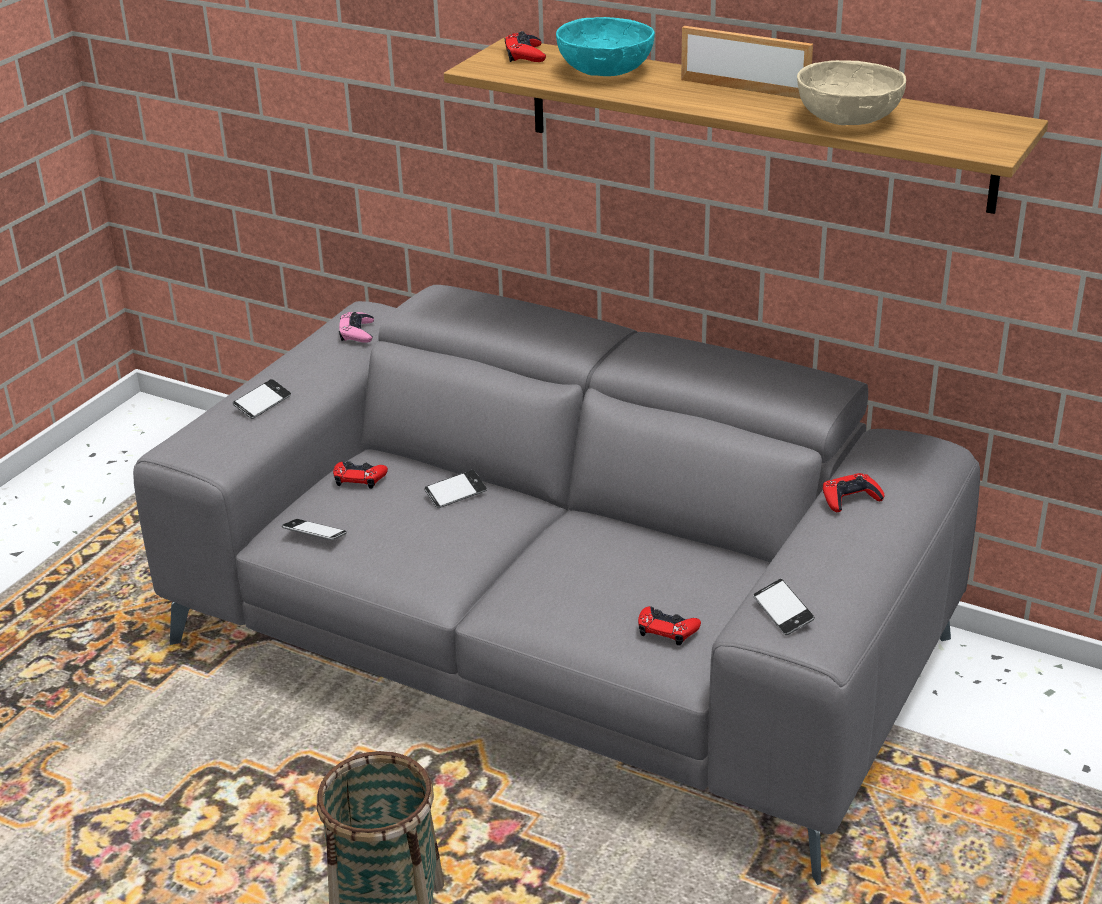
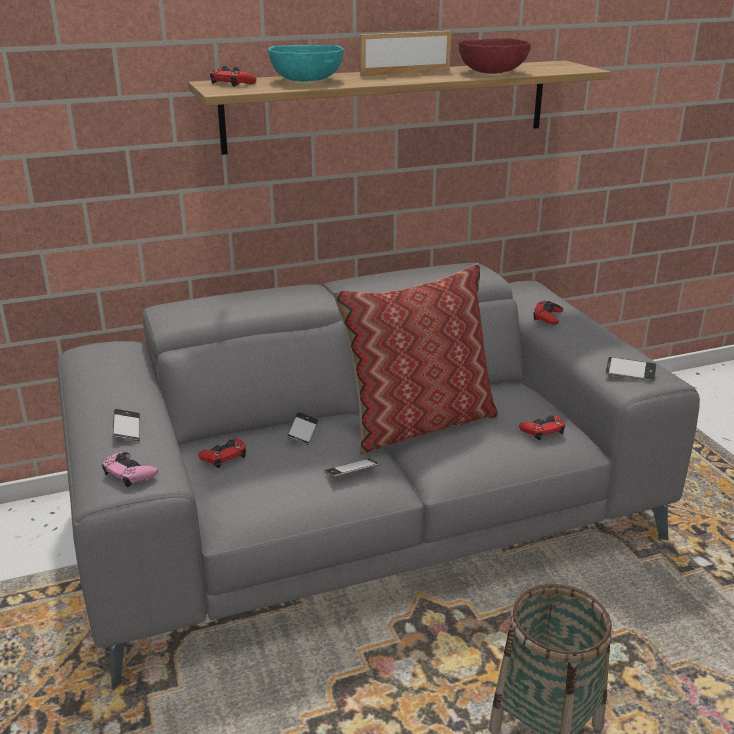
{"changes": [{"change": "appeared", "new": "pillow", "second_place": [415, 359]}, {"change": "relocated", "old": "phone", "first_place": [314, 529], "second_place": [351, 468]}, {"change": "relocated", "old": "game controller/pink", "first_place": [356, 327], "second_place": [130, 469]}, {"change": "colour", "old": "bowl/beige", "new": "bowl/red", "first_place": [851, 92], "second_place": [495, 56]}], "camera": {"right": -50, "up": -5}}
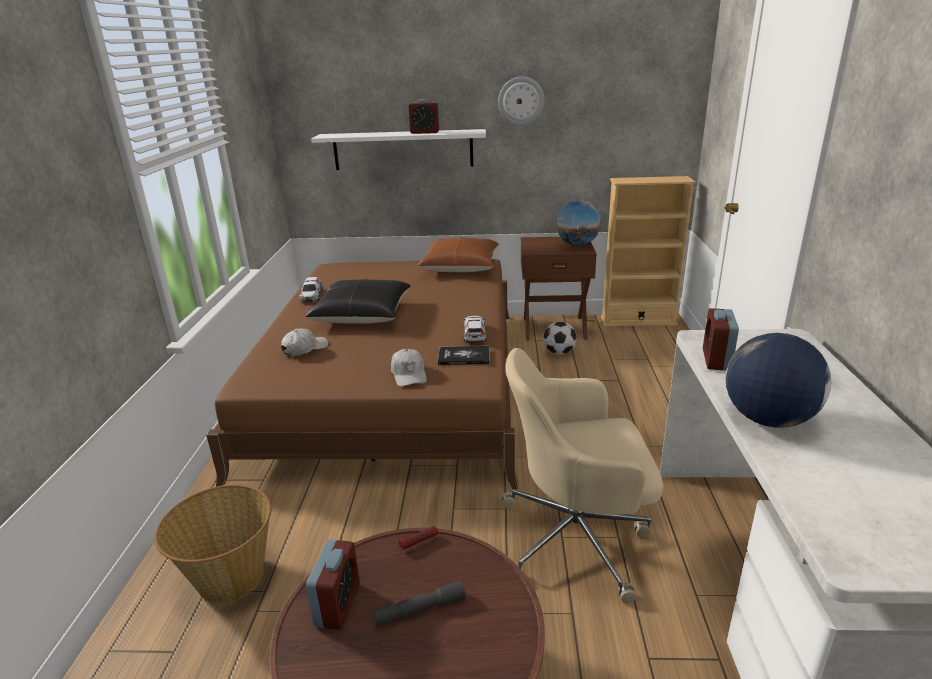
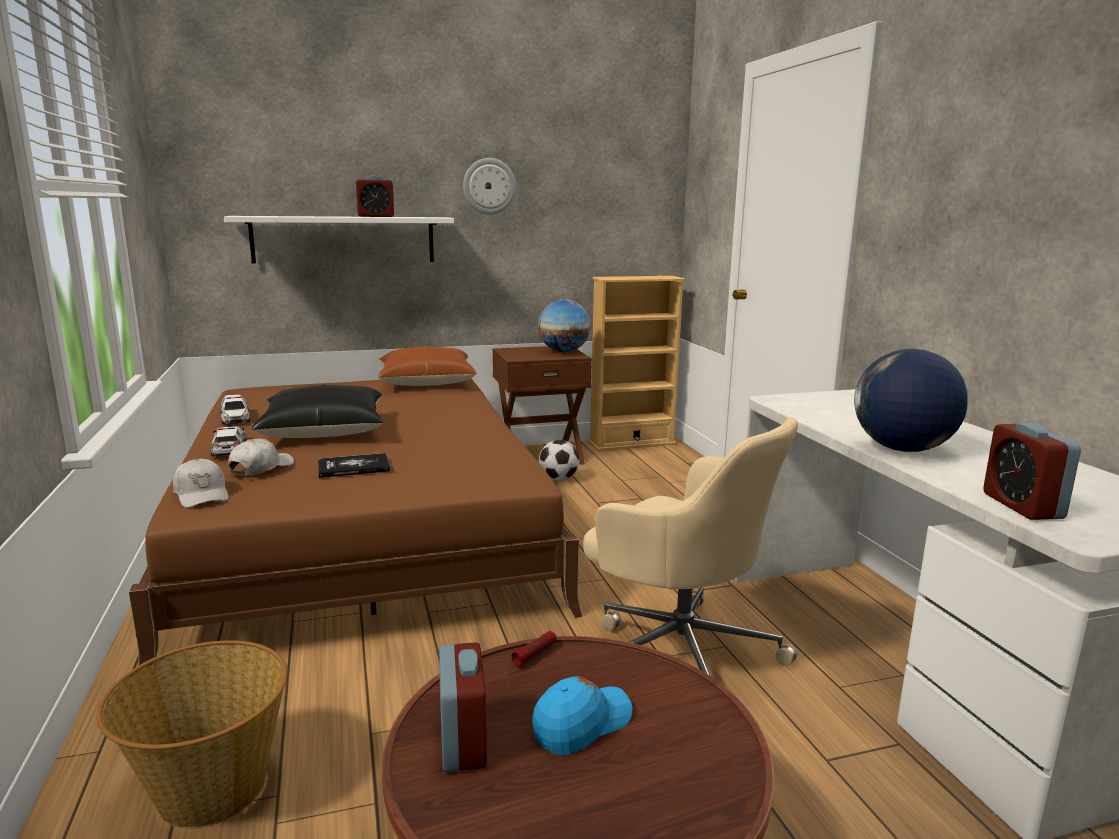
{"changes": [{"change": "relocated", "old": "cap/white", "first_place": [409, 368], "second_place": [201, 483]}, {"change": "relocated", "old": "book", "first_place": [463, 355], "second_place": [354, 465]}, {"change": "relocated", "old": "toy car", "first_place": [475, 329], "second_place": [228, 441]}, {"change": "relocated", "old": "alarm clock", "first_place": [721, 339], "second_place": [1032, 471]}, {"change": "exchanged", "old": "flashlight/grey", "new": "cap/blue", "first_place": [419, 603], "second_place": [582, 715]}, {"change": "spun", "old": "office chair/beige", "first_place": [582, 475], "second_place": [690, 546], "degrees": -120}], "camera": {"right": -20, "up": -10}}
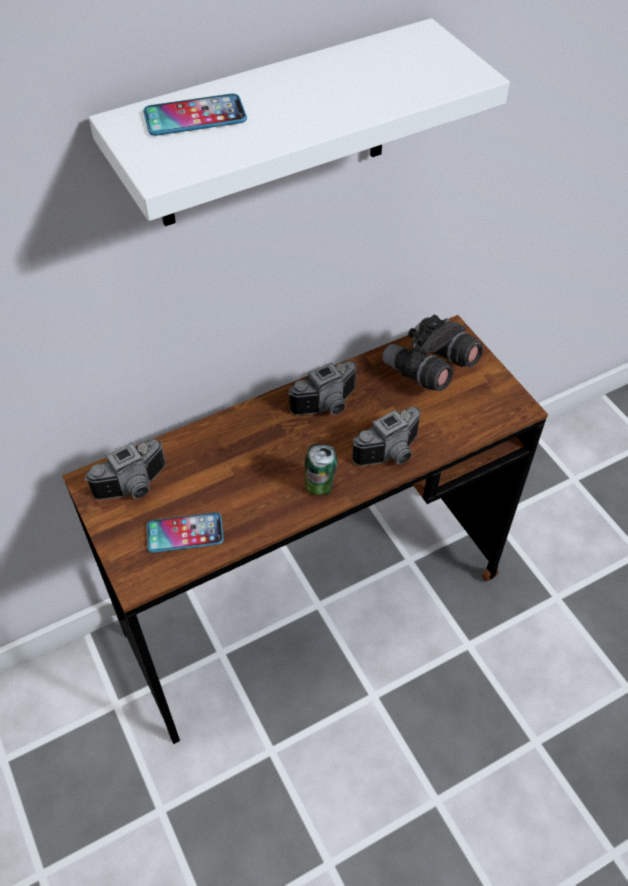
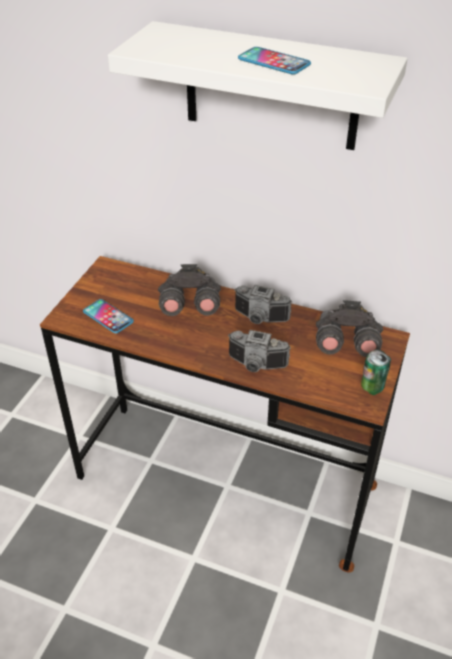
{"changes": [{"change": "missing", "old": "photo camera", "first_place": [125, 469]}, {"change": "appeared", "new": "binoculars/grey", "second_place": [189, 290]}, {"change": "relocated", "old": "phone", "first_place": [195, 115], "second_place": [274, 61]}, {"change": "relocated", "old": "can", "first_place": [321, 469], "second_place": [376, 372]}], "camera": {"right": 50, "up": -10}}
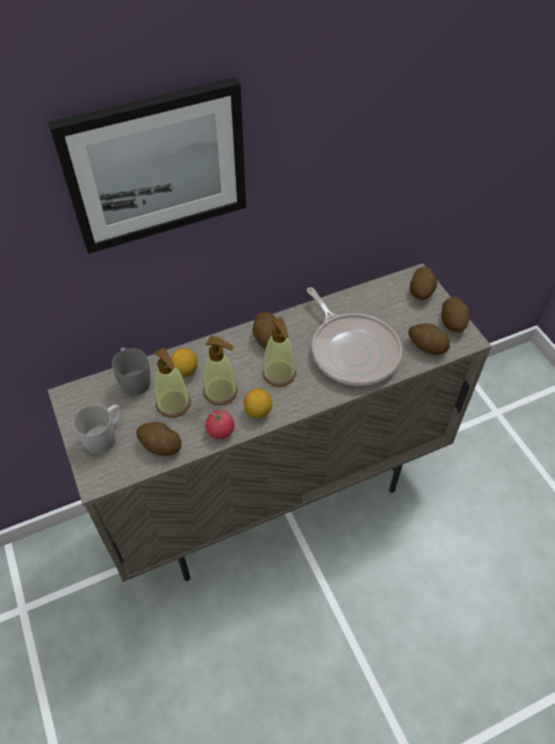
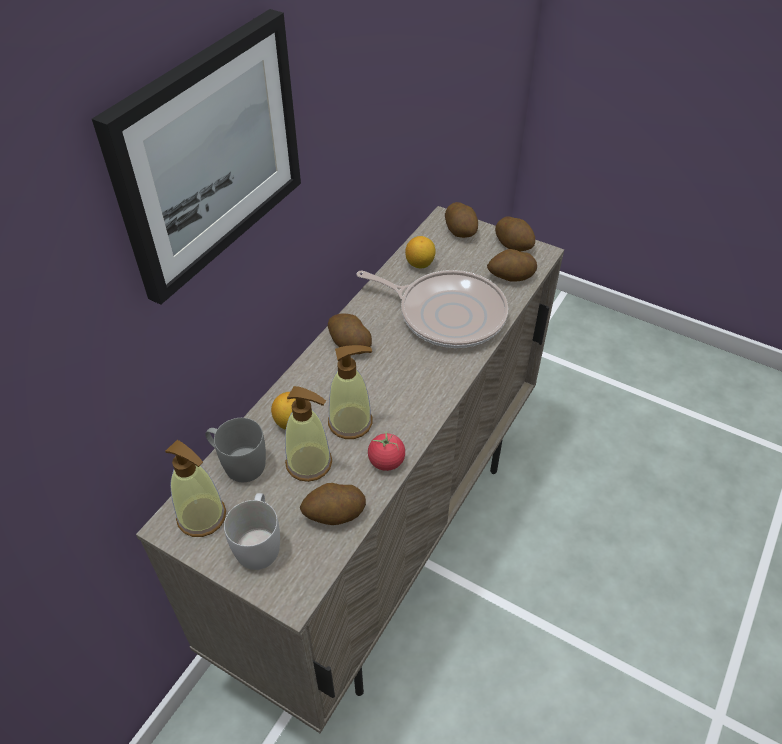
{"changes": [{"change": "relocated", "old": "lemon", "first_place": [258, 404], "second_place": [420, 252]}, {"change": "relocated", "old": "soap dispenser", "first_place": [279, 352], "second_place": [195, 488]}], "camera": {"right": -35, "up": -5}}
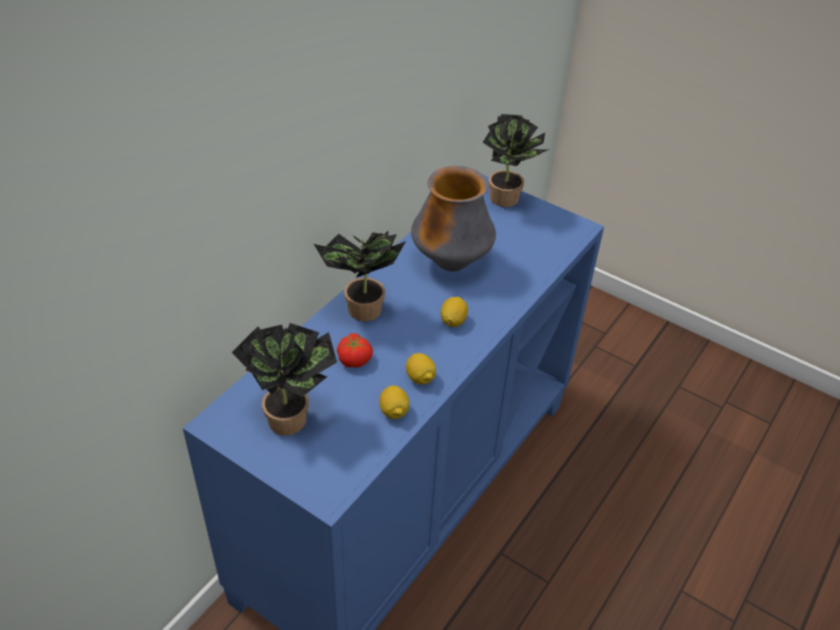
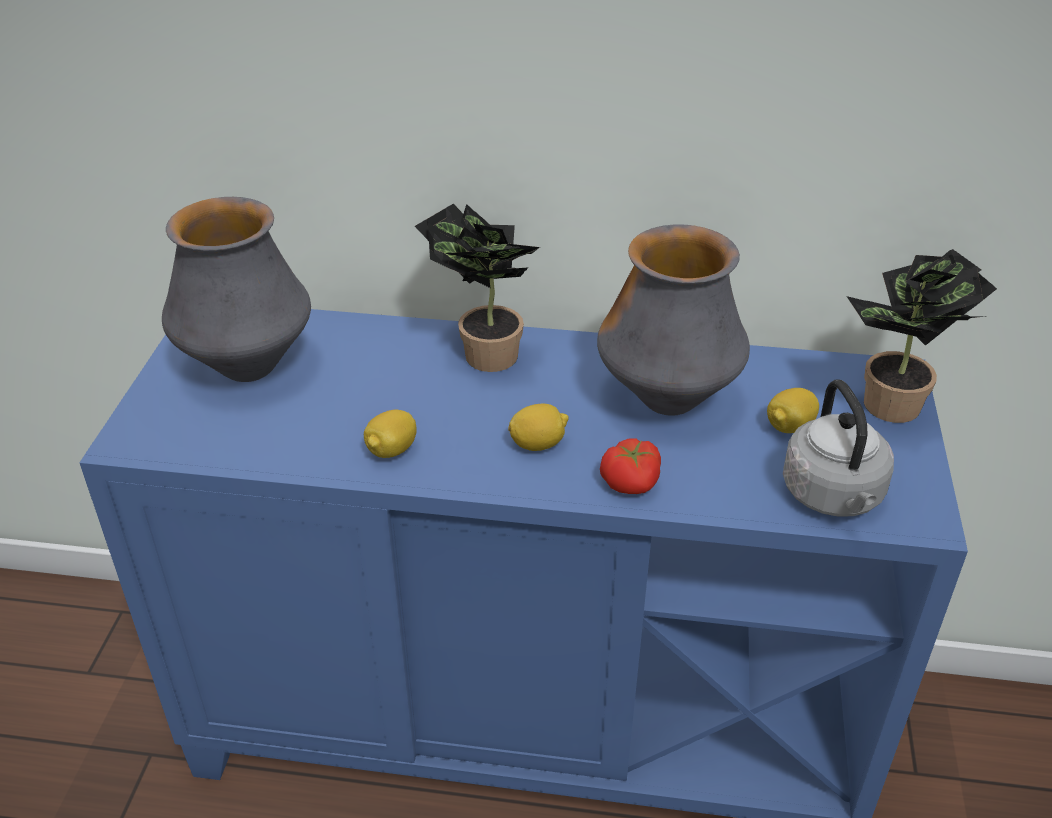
{"changes": [{"change": "appeared", "new": "kettle/grey", "second_place": [838, 448]}, {"change": "relocated", "old": "tomato", "first_place": [355, 350], "second_place": [630, 466]}, {"change": "relocated", "old": "lemon", "first_place": [394, 402], "second_place": [793, 410]}, {"change": "exchanged", "old": "potted plant", "new": "vase", "first_place": [284, 379], "second_place": [236, 289]}], "camera": {"right": 65, "up": -5}}
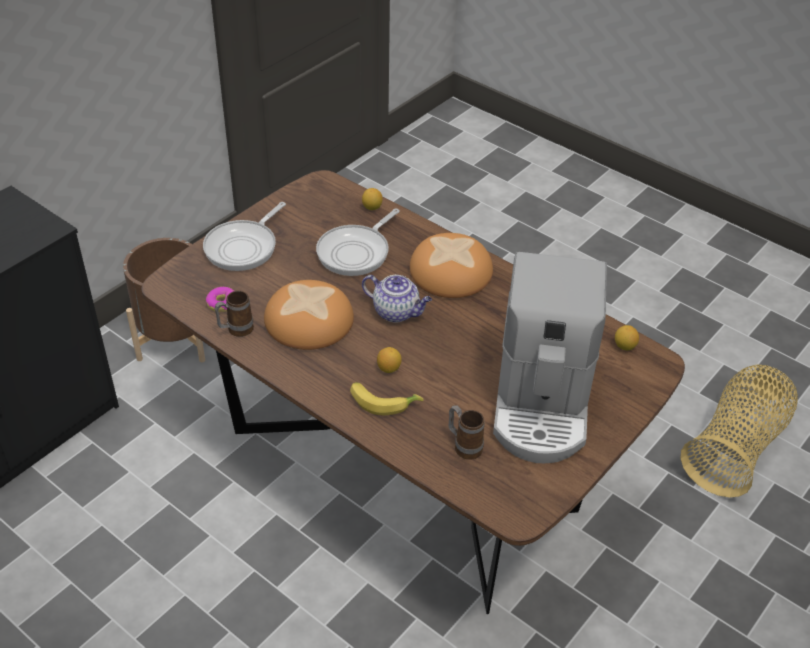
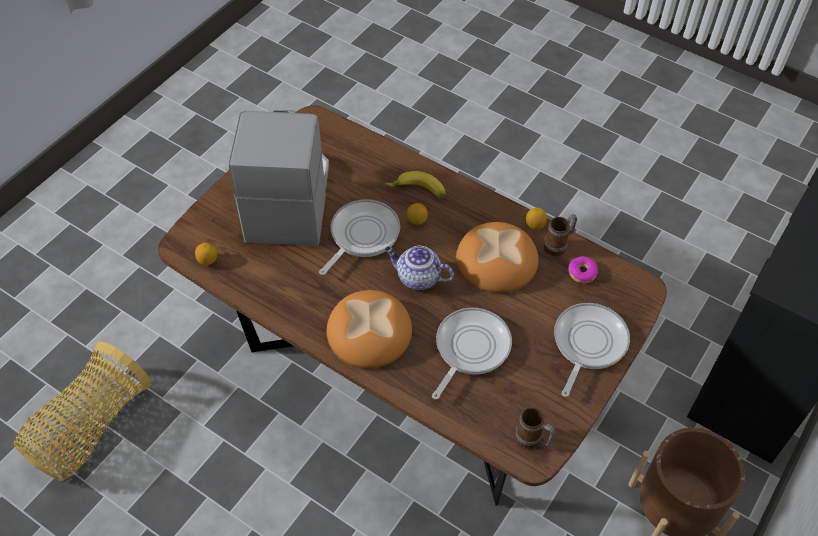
{"changes": [{"change": "appeared", "new": "frying pan", "second_place": [359, 237]}, {"change": "relocated", "old": "lemon", "first_place": [372, 199], "second_place": [536, 219]}, {"change": "relocated", "old": "mug", "first_place": [467, 432], "second_place": [535, 428]}], "camera": {"right": 175, "up": 10}}
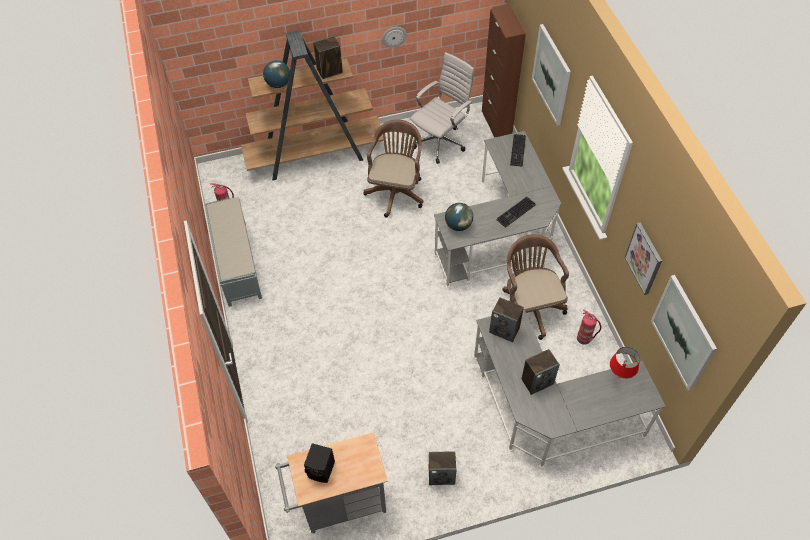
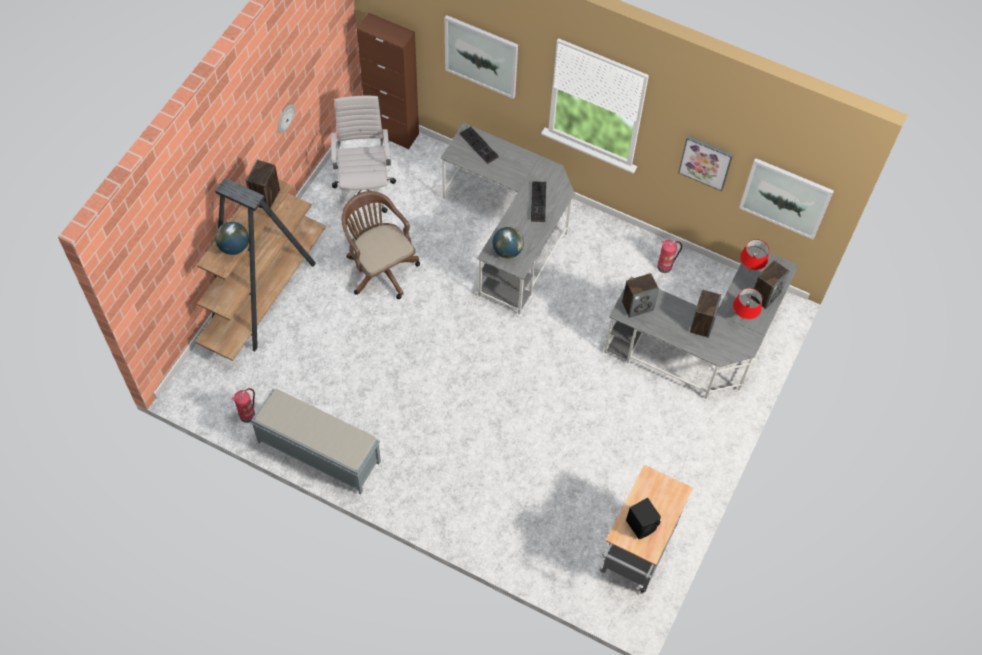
{"changes": [{"change": "missing", "old": "office chair/brown", "first_place": [535, 287]}, {"change": "appeared", "new": "table lamp/red", "second_place": [747, 304]}, {"change": "relocated", "old": "speaker", "first_place": [443, 468], "second_place": [770, 284]}], "camera": {"right": -50, "up": 5}}
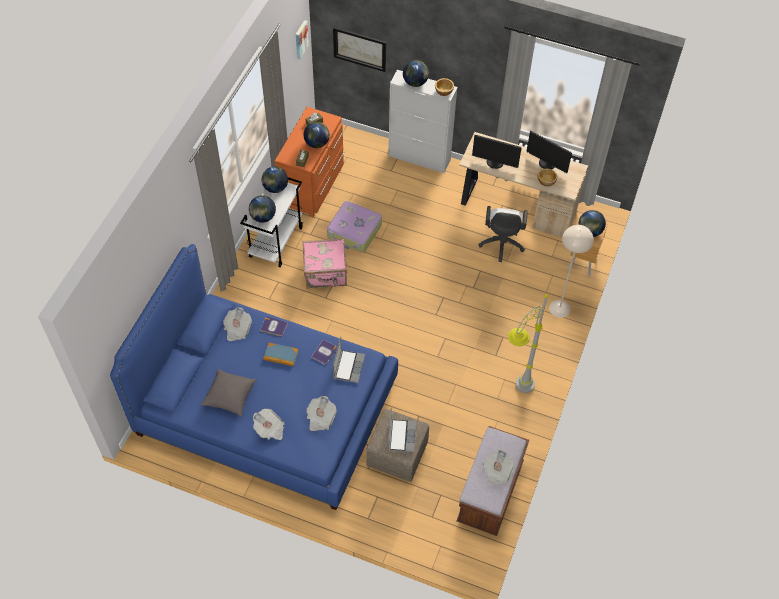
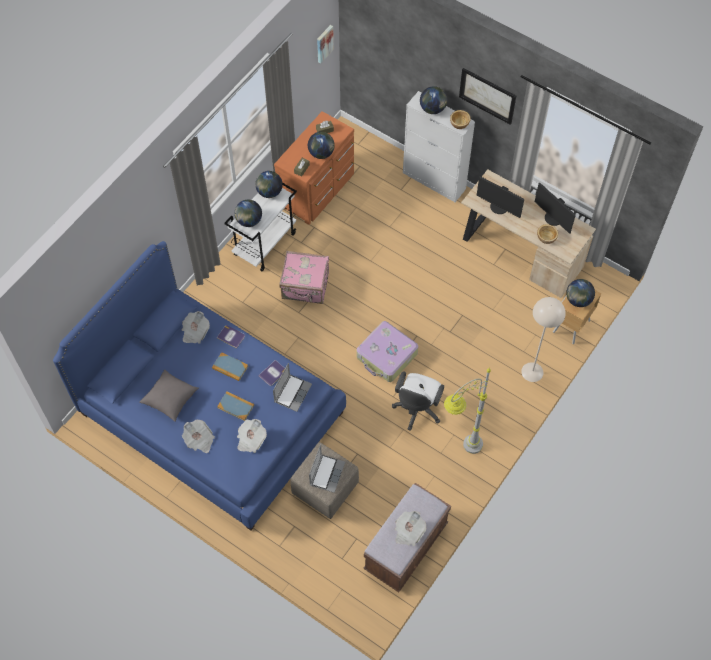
{"changes": [{"change": "appeared", "new": "book", "second_place": [235, 406]}, {"change": "relocated", "old": "suitcase", "first_place": [354, 226], "second_place": [387, 351]}, {"change": "relocated", "old": "picture", "first_place": [359, 49], "second_place": [487, 96]}, {"change": "relocated", "old": "office chair/white", "first_place": [502, 234], "second_place": [418, 401]}], "camera": {"right": 15, "up": 5}}
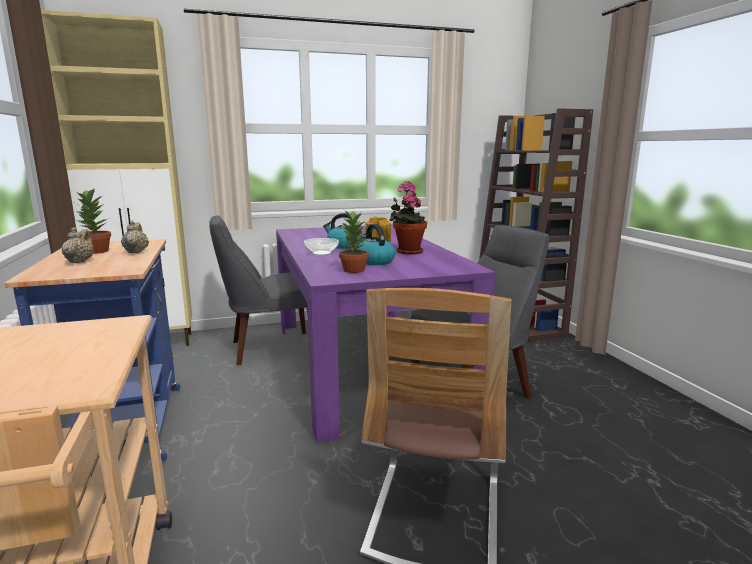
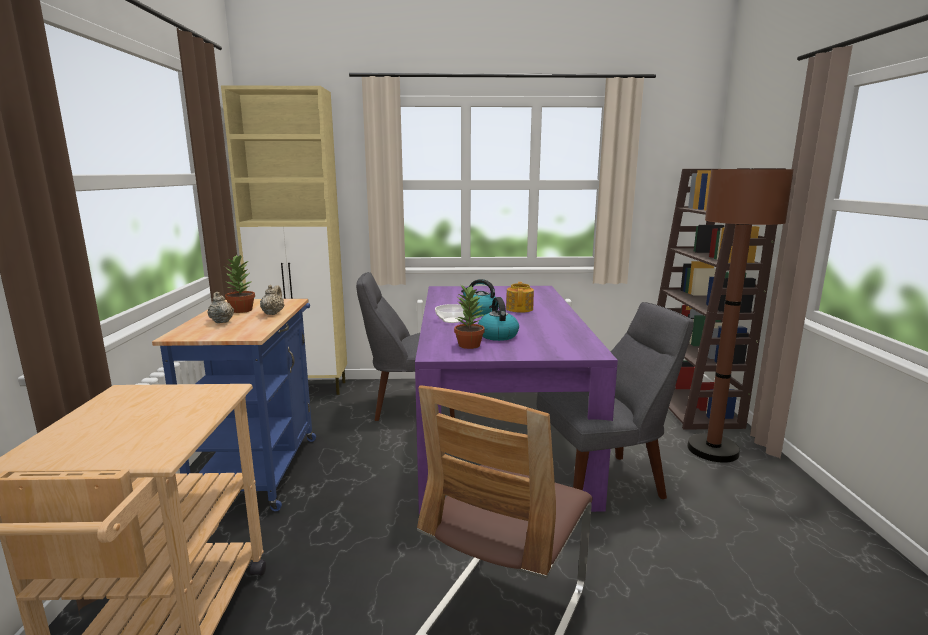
{"changes": [{"change": "missing", "old": "potted plant", "first_place": [408, 217]}, {"change": "appeared", "new": "floor lamp/brown", "second_place": [740, 315]}, {"change": "spun", "old": "teapot/beige", "first_place": [77, 245], "second_place": [220, 307], "degrees": -45}], "camera": {"right": 15, "up": 0}}
